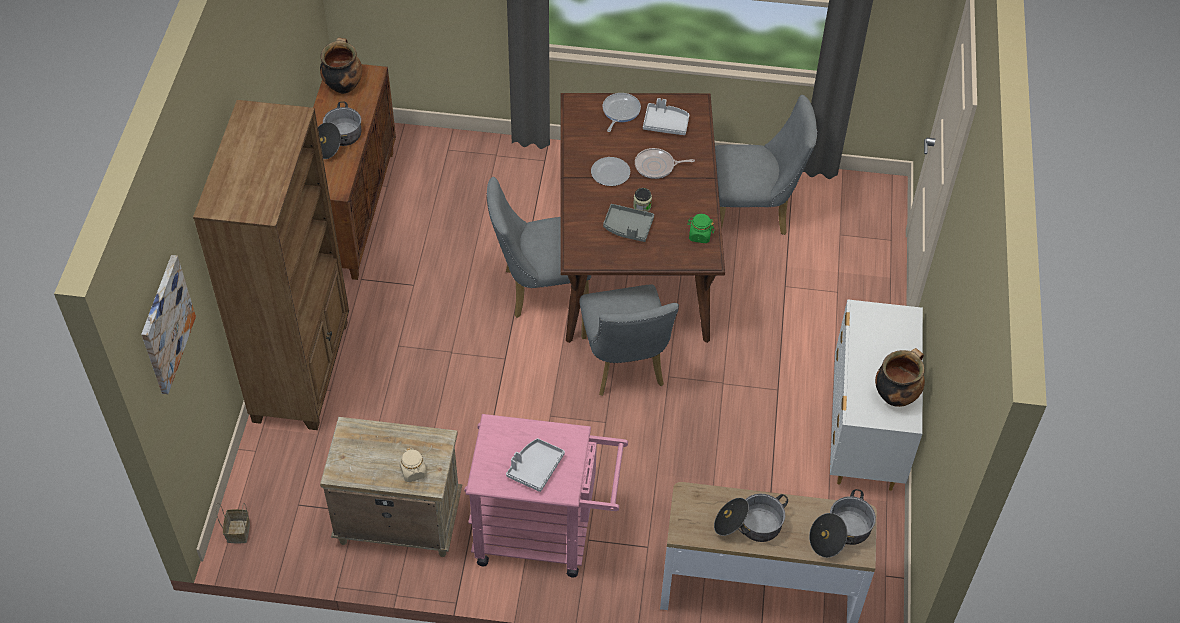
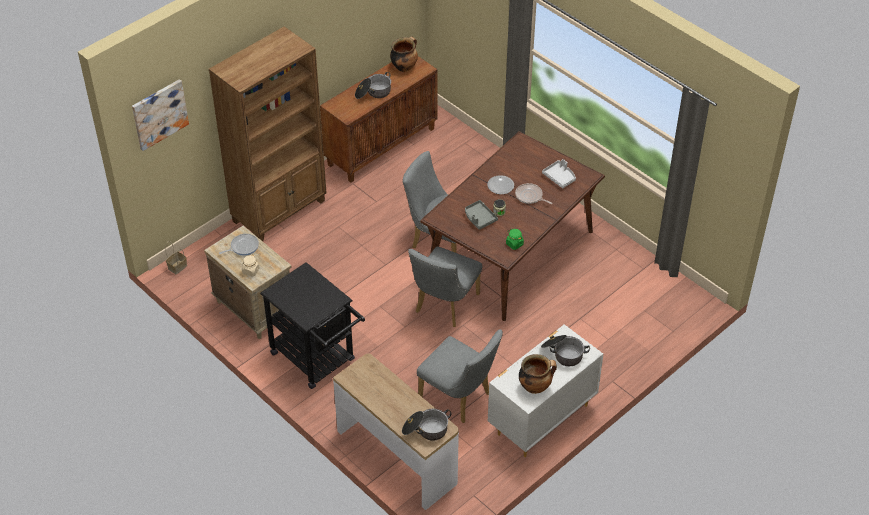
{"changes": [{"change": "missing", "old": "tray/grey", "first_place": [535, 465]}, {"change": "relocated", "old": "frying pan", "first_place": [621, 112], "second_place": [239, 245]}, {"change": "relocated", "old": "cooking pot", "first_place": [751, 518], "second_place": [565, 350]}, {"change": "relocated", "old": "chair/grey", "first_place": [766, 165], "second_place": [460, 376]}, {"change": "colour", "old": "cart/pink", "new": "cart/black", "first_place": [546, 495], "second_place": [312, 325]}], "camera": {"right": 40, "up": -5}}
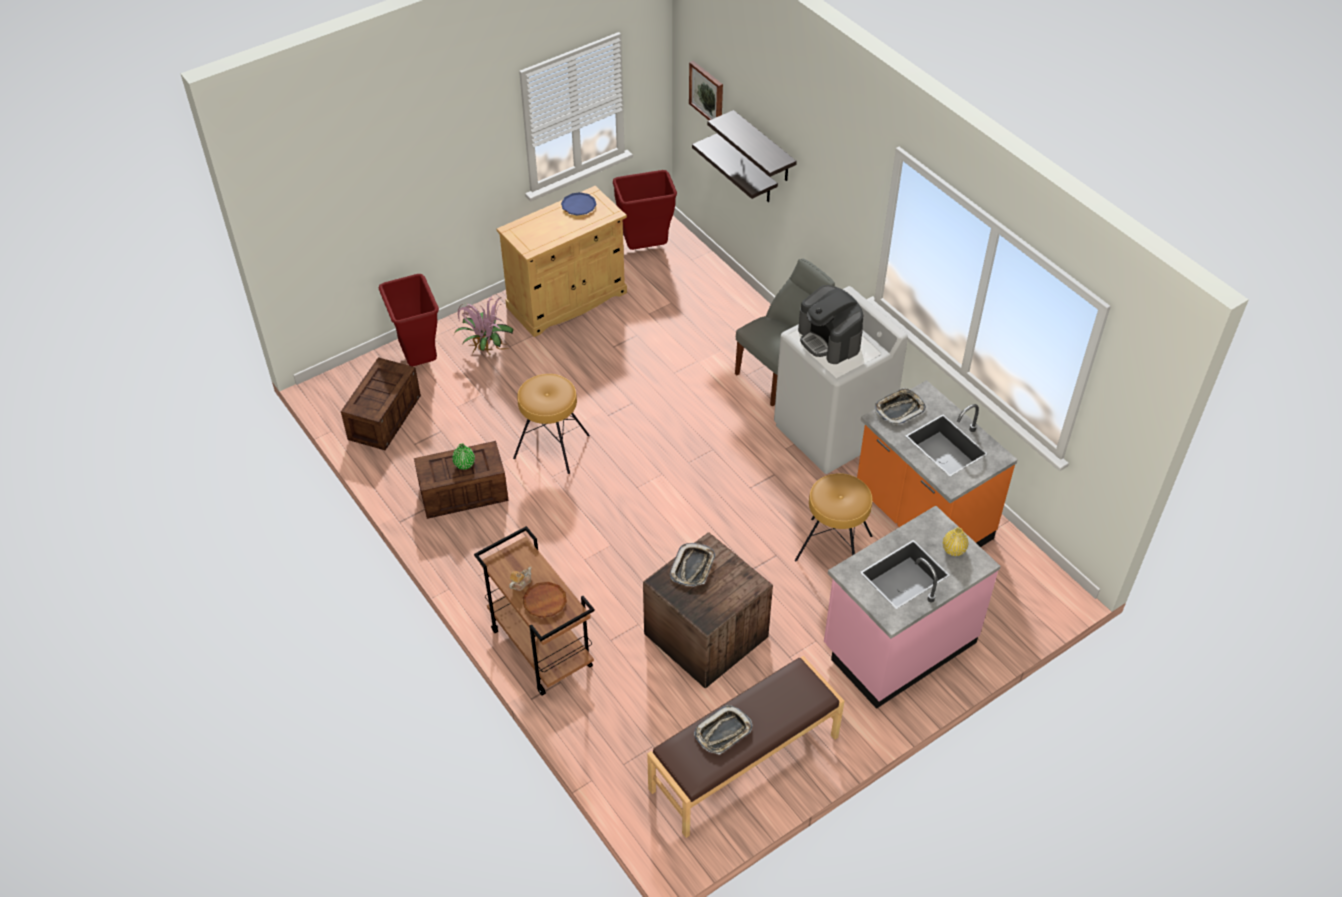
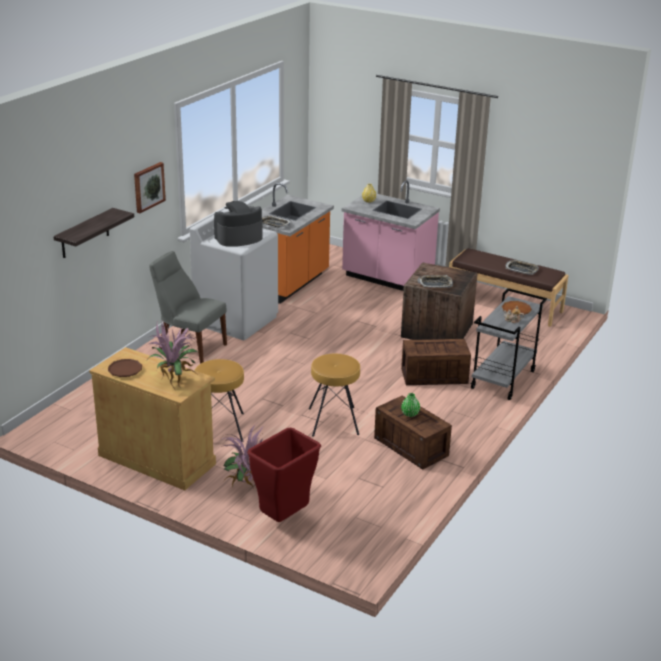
{"changes": [{"change": "missing", "old": "trash can/red", "first_place": [645, 210]}, {"change": "missing", "old": "shelf", "first_place": [735, 167]}, {"change": "appeared", "new": "potted plant", "second_place": [172, 356]}, {"change": "relocated", "old": "crate", "first_place": [381, 403], "second_place": [436, 362]}, {"change": "relocated", "old": "picture", "first_place": [706, 90], "second_place": [150, 187]}, {"change": "relocated", "old": "stool/brown", "first_place": [833, 517], "second_place": [219, 400]}, {"change": "colour", "old": "cart/brown", "new": "cart/grey", "first_place": [534, 611], "second_place": [508, 344]}, {"change": "colour", "old": "plate/blue", "new": "plate/brown", "first_place": [578, 204], "second_place": [125, 368]}, {"change": "spun", "old": "coffee machine", "first_place": [830, 324], "second_place": [238, 224], "degrees": -150}], "camera": {"right": -115, "up": -20}}
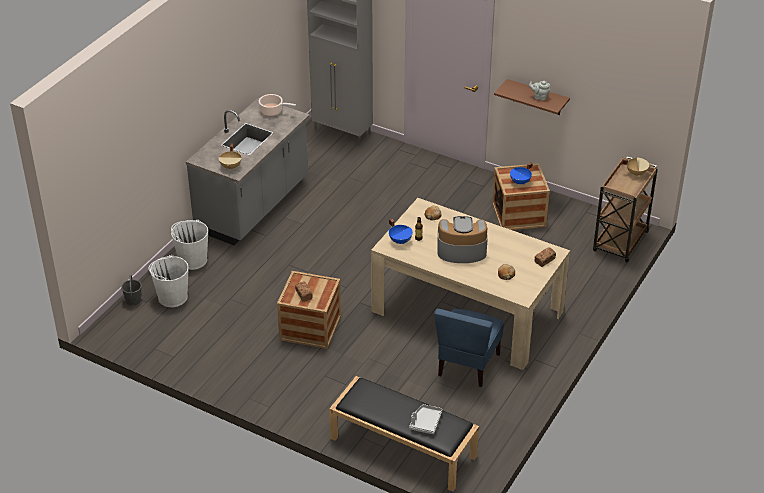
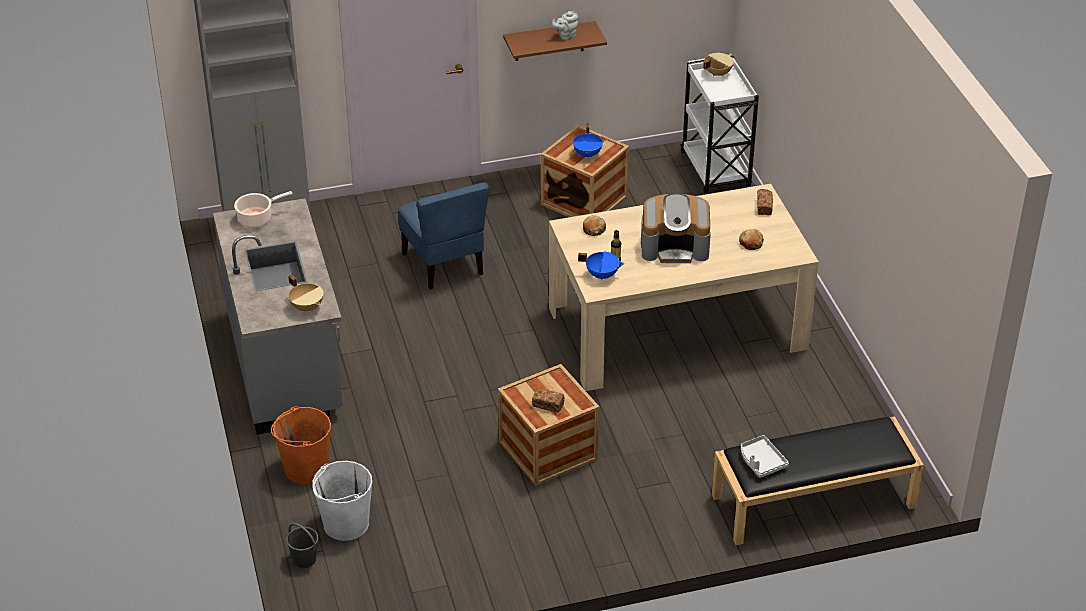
{"changes": [{"change": "relocated", "old": "tray/grey", "first_place": [425, 419], "second_place": [765, 456]}, {"change": "relocated", "old": "chair/blue", "first_place": [469, 348], "second_place": [443, 236]}, {"change": "colour", "old": "bucket/white", "new": "bucket/orange", "first_place": [189, 245], "second_place": [301, 445]}, {"change": "colour", "old": "cart/brown", "new": "cart/white", "first_place": [625, 209], "second_place": [719, 124]}, {"change": "spun", "old": "coffee machine", "first_place": [462, 239], "second_place": [676, 228], "degrees": -135}], "camera": {"right": -45, "up": 0}}
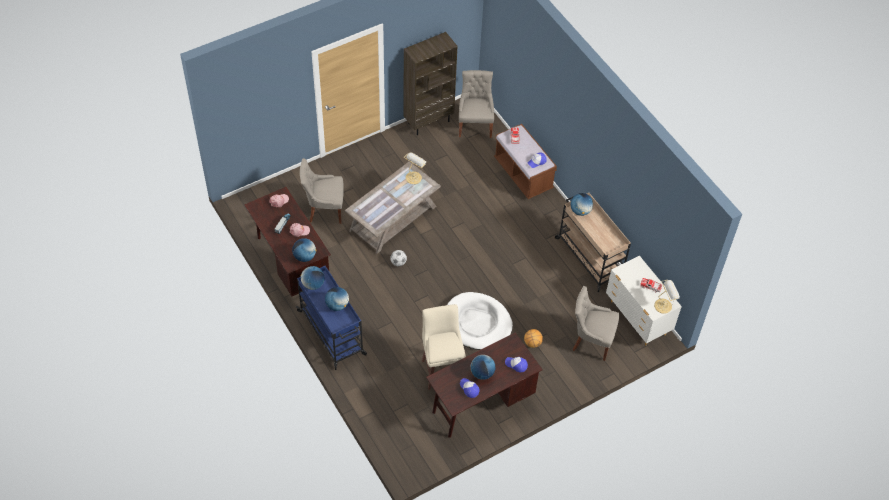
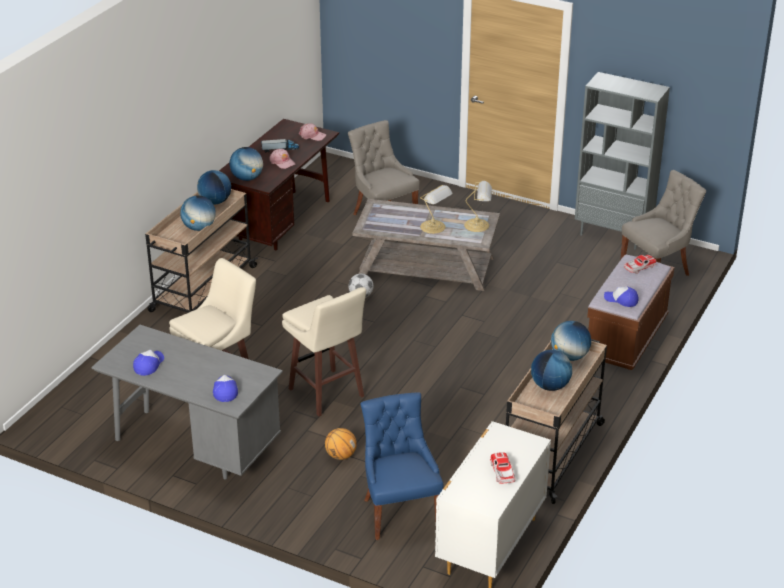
{"changes": [{"change": "relocated", "old": "globe", "first_place": [483, 367], "second_place": [551, 370]}, {"change": "relocated", "old": "table lamp", "first_place": [667, 297], "second_place": [436, 209]}, {"change": "exchanged", "old": "dog bed/white", "new": "stool/beige", "first_place": [480, 321], "second_place": [324, 352]}, {"change": "colour", "old": "cart/blue", "new": "cart/beige", "first_place": [331, 318], "second_place": [201, 251]}, {"change": "colour", "old": "bookcase/brown", "new": "bookcase/grey", "first_place": [430, 83], "second_place": [622, 160]}, {"change": "colour", "old": "desk/brown", "new": "desk/grey", "first_place": [484, 385], "second_place": [187, 402]}, {"change": "colour", "old": "chair/grey", "new": "chair/blue", "first_place": [595, 323], "second_place": [402, 466]}], "camera": {"right": 60, "up": -20}}
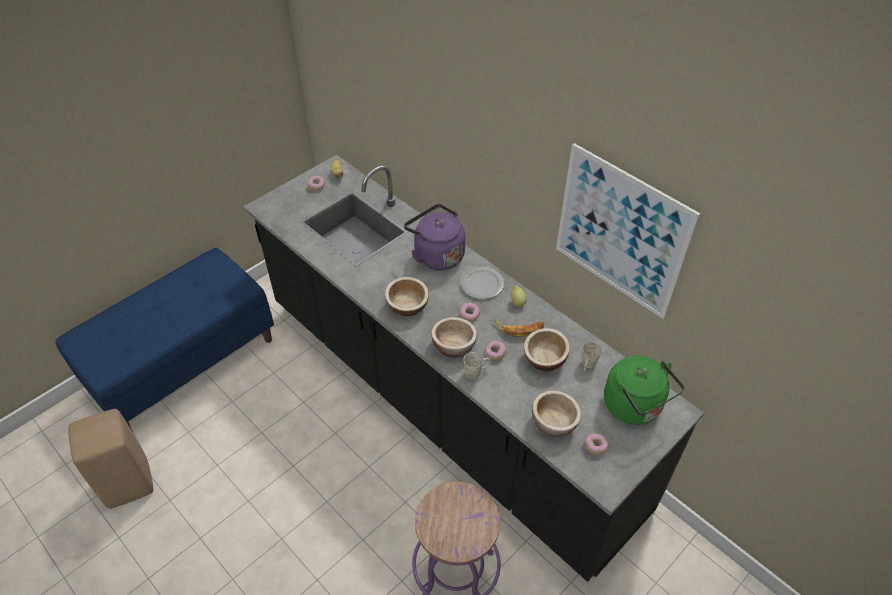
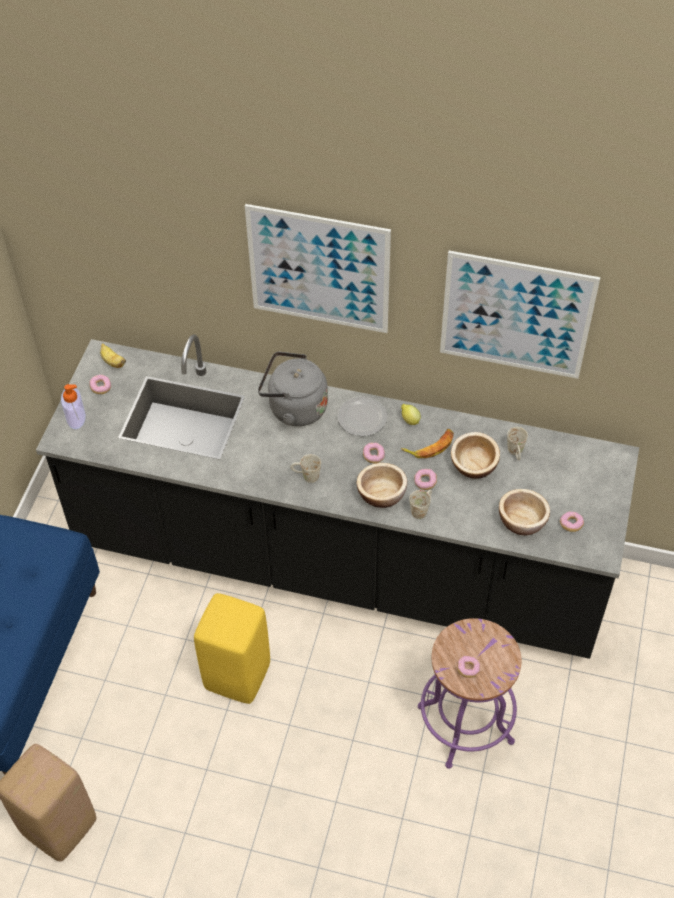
{"changes": [{"change": "missing", "old": "kettle/green", "first_place": [644, 390]}, {"change": "appeared", "new": "soap dispenser", "second_place": [73, 406]}, {"change": "appeared", "new": "stool/yellow", "second_place": [232, 648]}, {"change": "appeared", "new": "picture", "second_place": [318, 268]}, {"change": "appeared", "new": "donut", "second_place": [468, 667]}, {"change": "exchanged", "old": "bowl", "new": "mug/white", "first_place": [407, 296], "second_place": [305, 468]}, {"change": "colour", "old": "kettle/purple", "new": "kettle/grey", "first_place": [434, 237], "second_place": [293, 389]}], "camera": {"right": -30, "up": 5}}
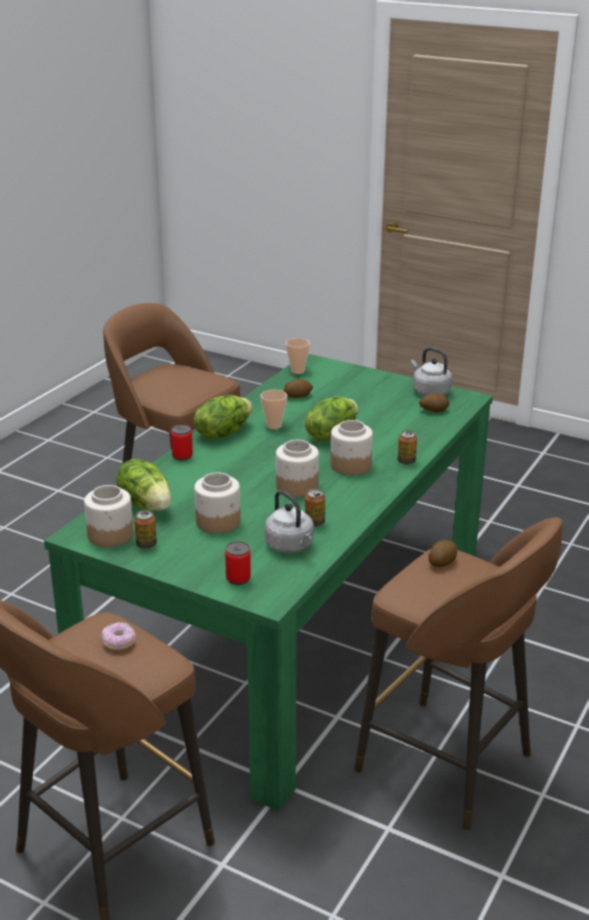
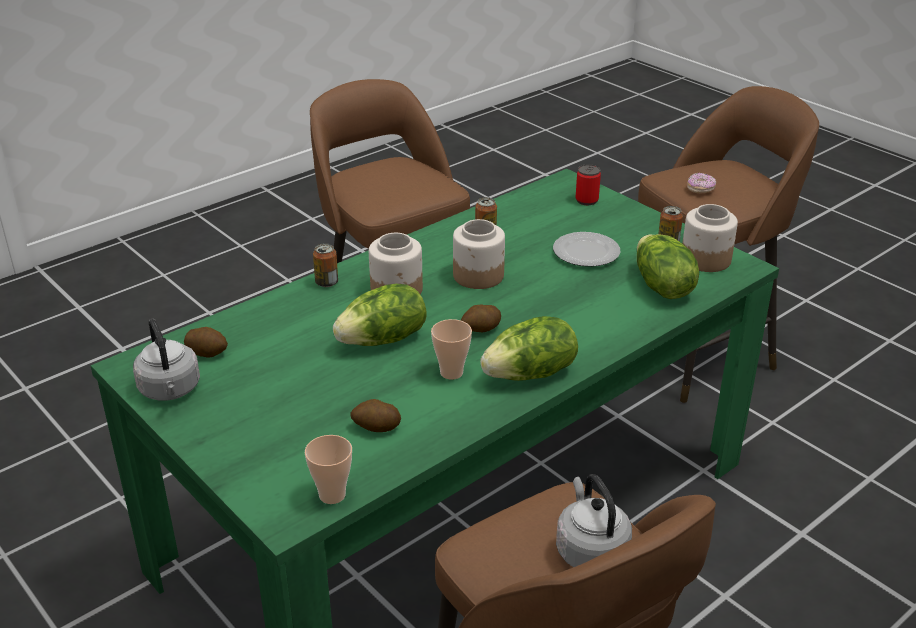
{"changes": [{"change": "missing", "old": "can", "first_place": [182, 442]}, {"change": "relocated", "old": "kettle/grey", "first_place": [289, 521], "second_place": [594, 520]}, {"change": "relocated", "old": "potato", "first_place": [443, 553], "second_place": [481, 318]}, {"change": "exchanged", "old": "jar", "new": "plate", "first_place": [217, 502], "second_place": [586, 249]}], "camera": {"right": -160, "up": 5}}
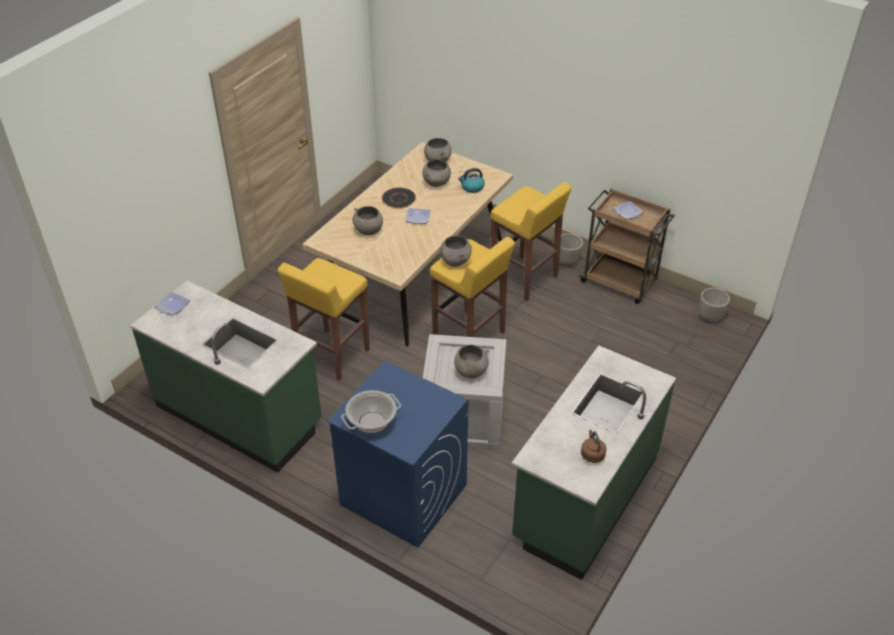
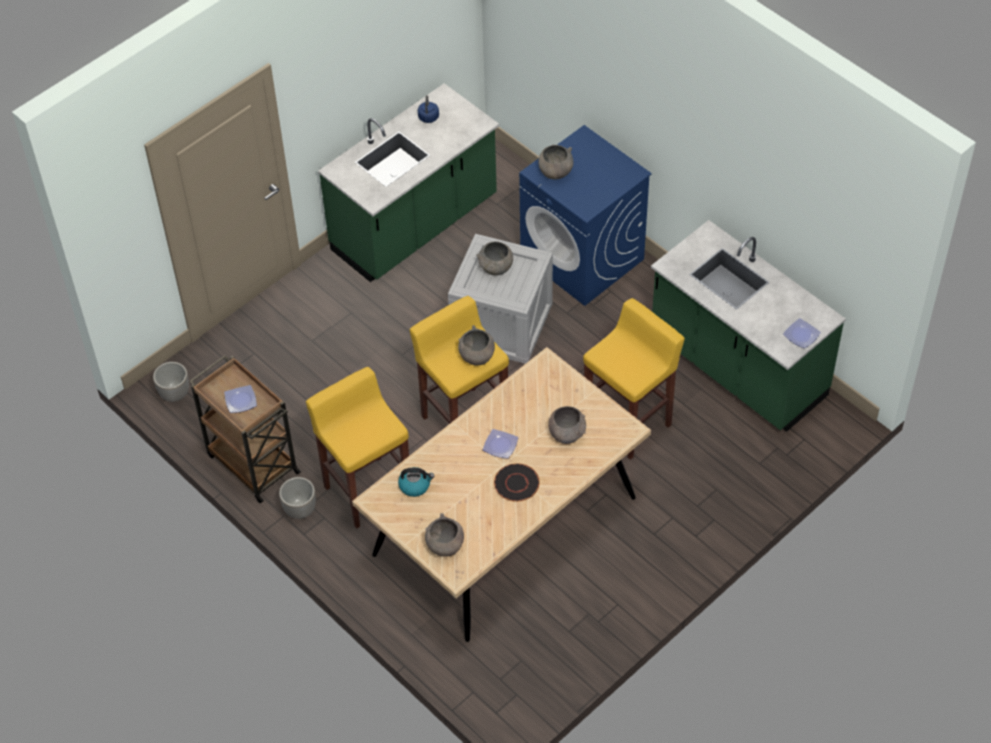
{"changes": [{"change": "missing", "old": "cooking pot", "first_place": [371, 411]}, {"change": "relocated", "old": "bowl/grey", "first_place": [436, 173], "second_place": [555, 162]}, {"change": "colour", "old": "kettle/brown", "new": "kettle/blue", "first_place": [594, 446], "second_place": [428, 109]}], "camera": {"right": -165, "up": 10}}
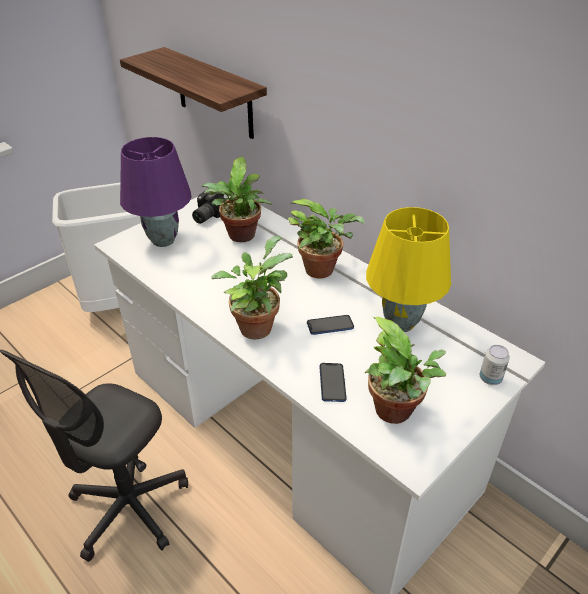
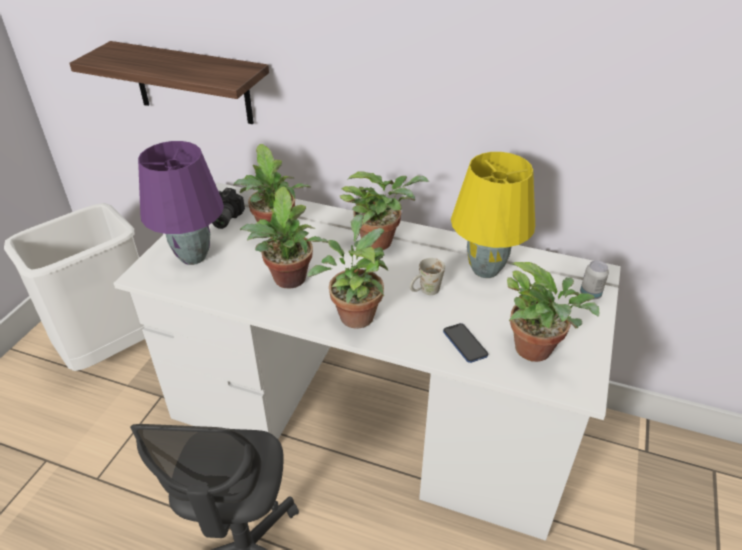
{"changes": [{"change": "appeared", "new": "potted plant", "second_place": [284, 237]}, {"change": "exchanged", "old": "phone", "new": "mug/white", "first_place": [330, 325], "second_place": [427, 276]}], "camera": {"right": -25, "up": 0}}
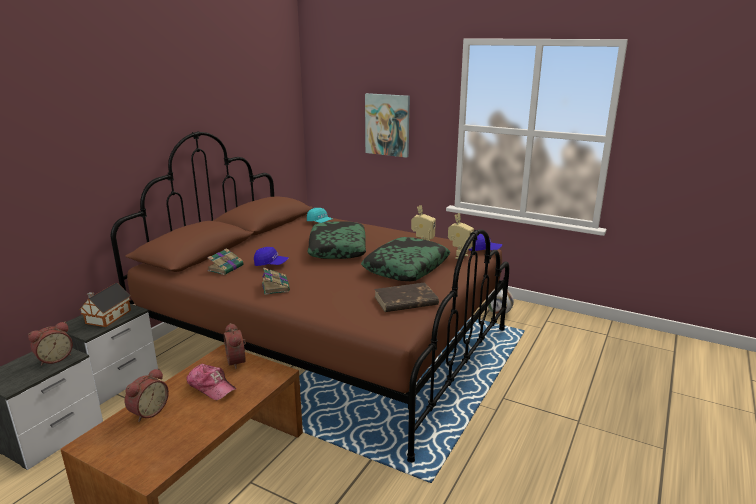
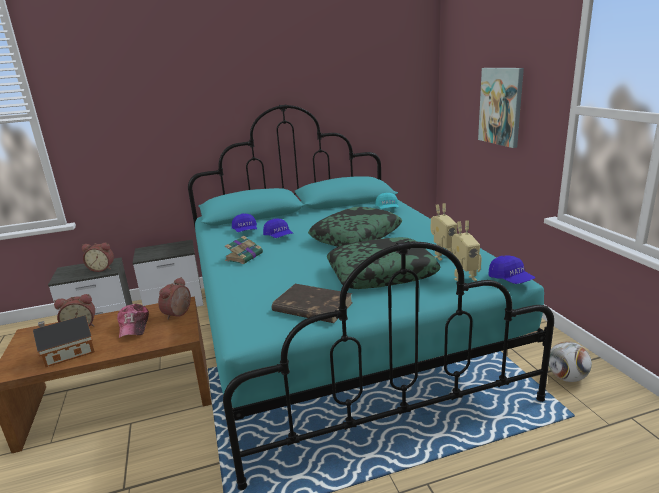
{"changes": [{"change": "relocated", "old": "toy house", "first_place": [105, 305], "second_place": [64, 341]}, {"change": "exchanged", "old": "book", "new": "cap/blue", "first_place": [226, 261], "second_place": [244, 222]}, {"change": "colour", "old": "bed/brown", "new": "bed/turquoise", "first_place": [310, 297], "second_place": [371, 297]}], "camera": {"right": 45, "up": 0}}
